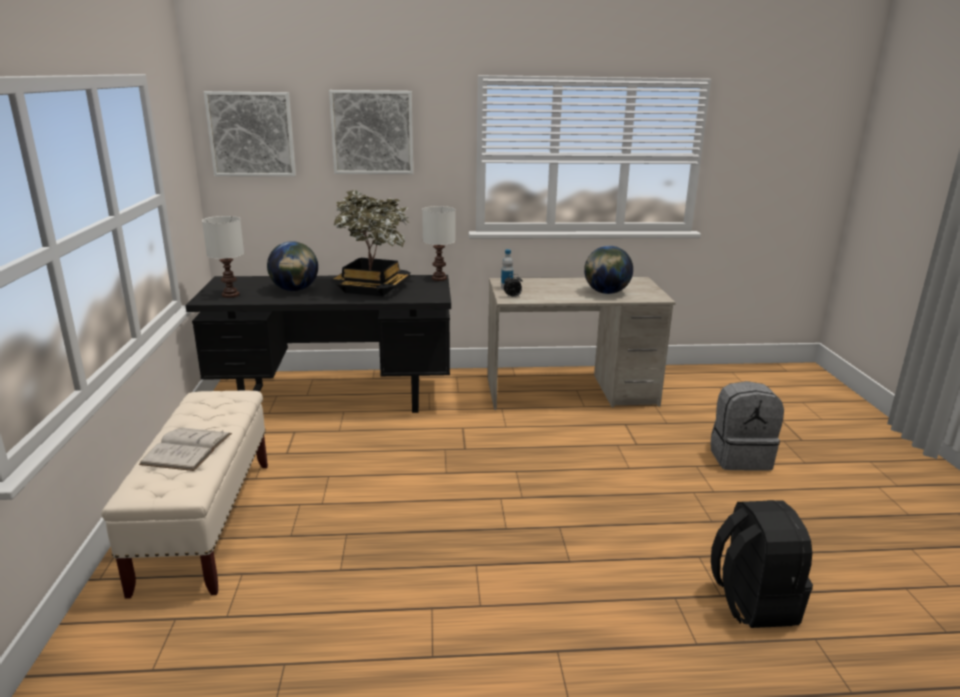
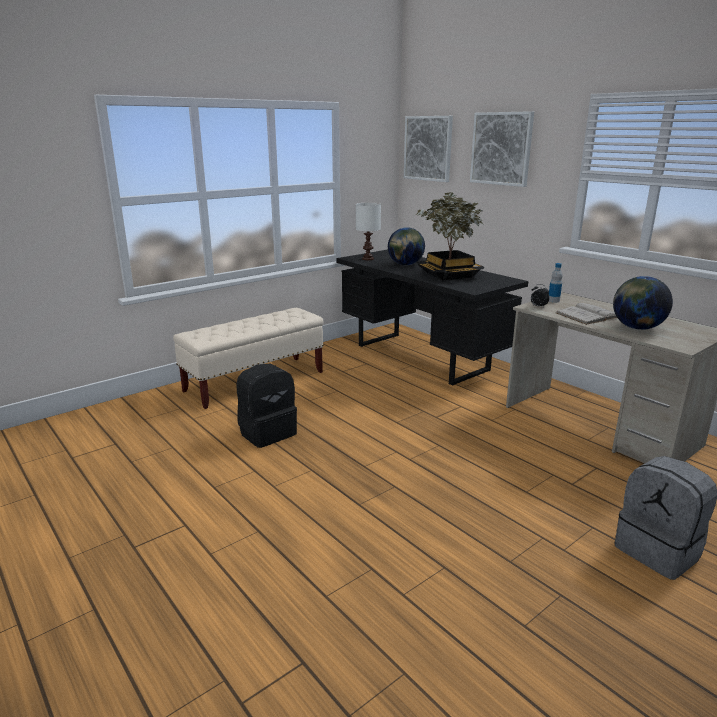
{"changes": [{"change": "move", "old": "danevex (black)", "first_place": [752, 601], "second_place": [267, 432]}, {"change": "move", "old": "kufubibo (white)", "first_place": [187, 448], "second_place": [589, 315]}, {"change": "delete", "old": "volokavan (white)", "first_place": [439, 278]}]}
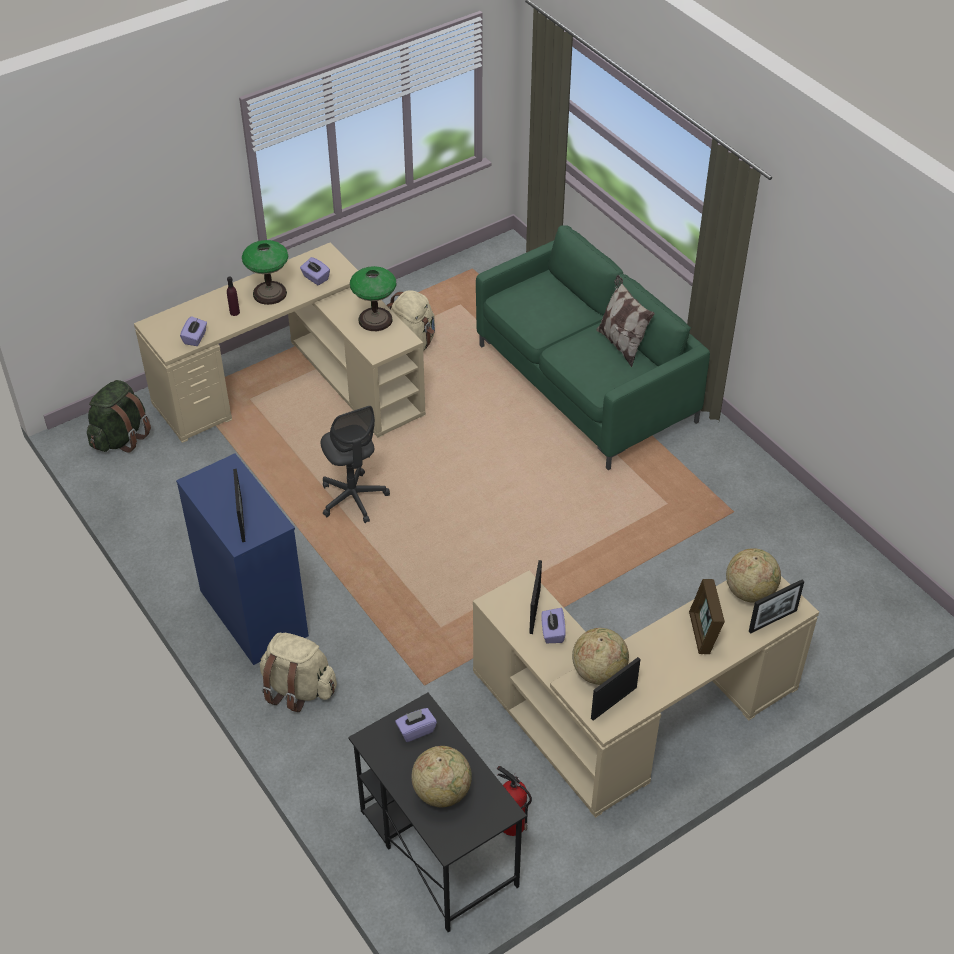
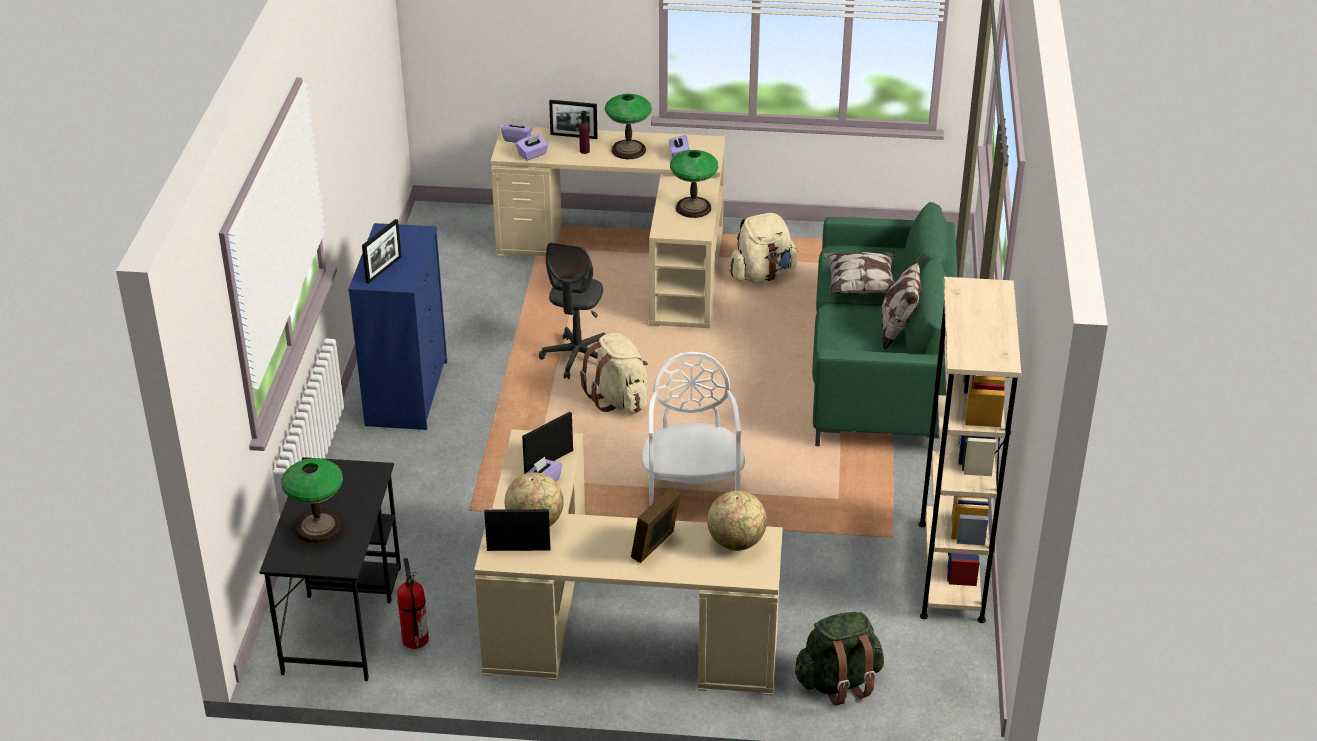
{"changes": [{"change": "replace", "old": "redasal", "new": "volokavan", "first_place": [442, 792], "second_place": [319, 527]}, {"change": "move", "old": "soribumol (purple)", "first_place": [416, 730], "second_place": [517, 139]}, {"change": "move", "old": "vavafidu", "first_place": [772, 621], "second_place": [573, 136]}, {"change": "move", "old": "danevex (beige)", "first_place": [298, 688], "second_place": [619, 399]}, {"change": "insert", "new": "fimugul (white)", "second_place": [692, 492]}, {"change": "move", "old": "danevex (green)", "first_place": [121, 437], "second_place": [838, 682]}, {"change": "insert", "new": "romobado", "second_place": [861, 286]}, {"change": "insert", "new": "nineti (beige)", "second_place": [951, 571]}]}
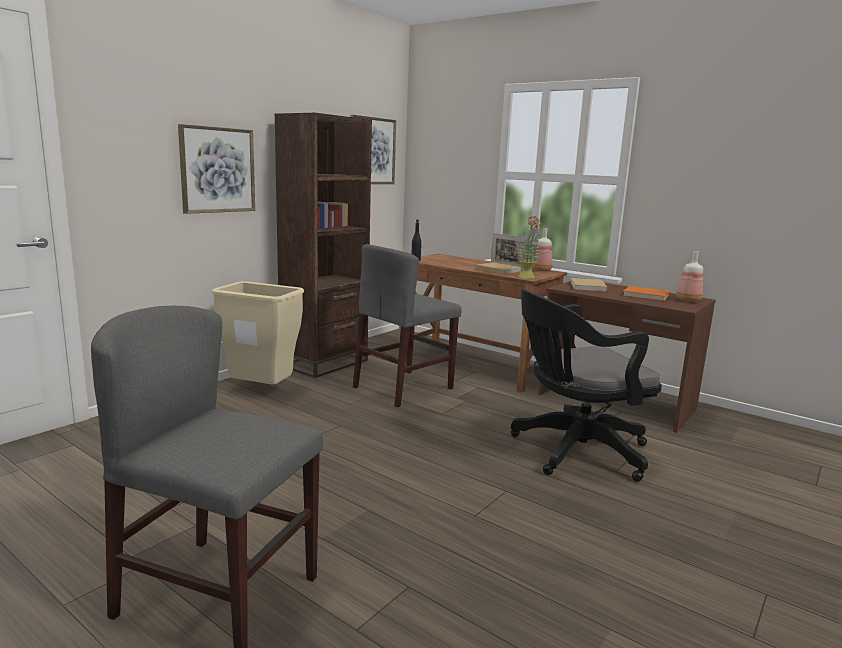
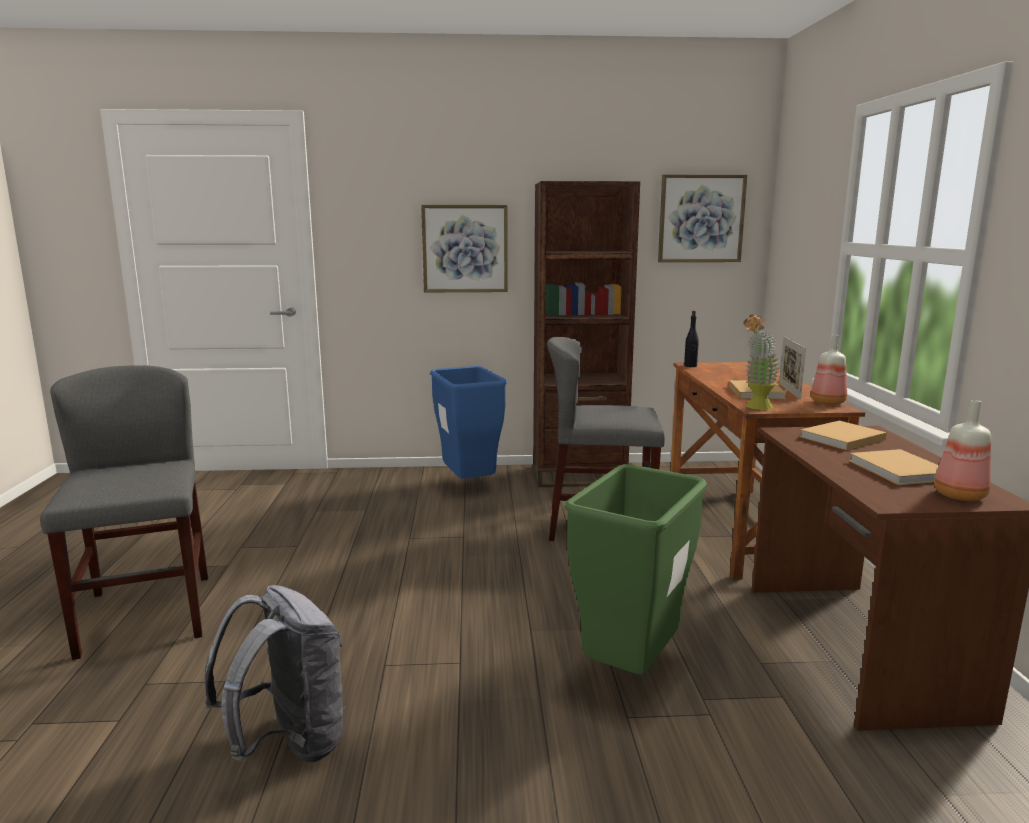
{"changes": [{"change": "insert", "new": "danevex (grey)", "second_place": [288, 744]}, {"change": "recolor", "old": "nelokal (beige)", "new": "nelokal (blue)", "first_place": [262, 392], "second_place": [469, 485]}, {"change": "replace", "old": "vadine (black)", "new": "nelokal (green)", "first_place": [574, 451], "second_place": [630, 669]}, {"change": "recolor", "old": "kufubibo (orange)", "new": "kufubibo (beige)", "first_place": [647, 295], "second_place": [900, 471]}]}
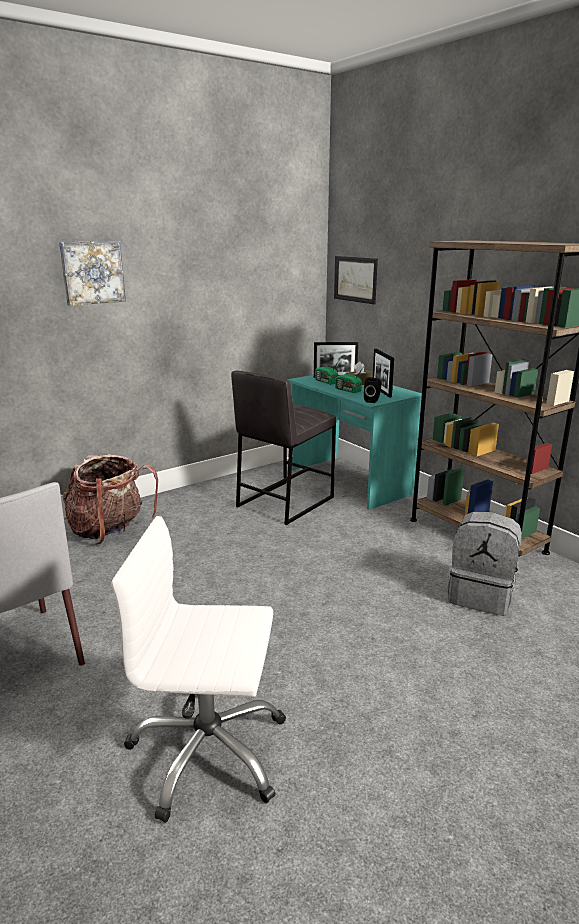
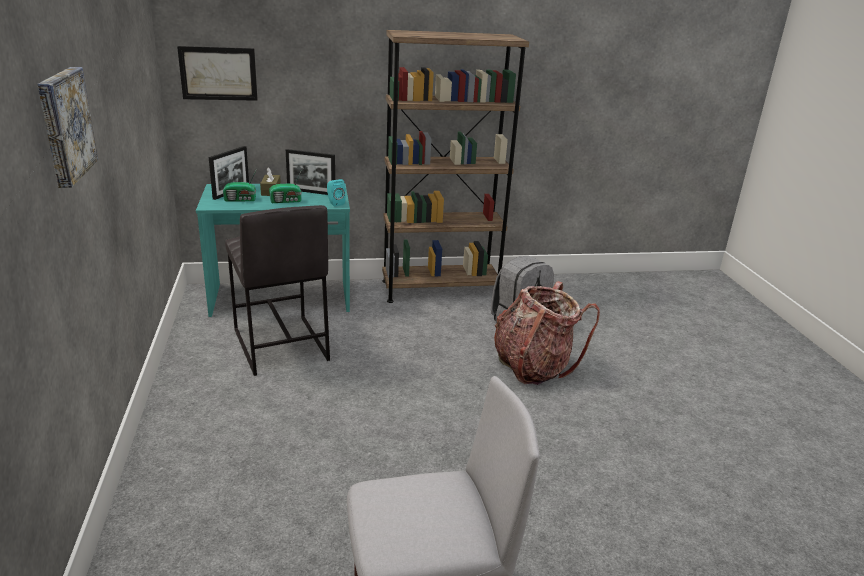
{"changes": [{"change": "recolor", "old": "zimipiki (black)", "new": "zimipiki (turquoise)", "first_place": [373, 401], "second_place": [335, 203]}, {"change": "move", "old": "danevex", "first_place": [110, 531], "second_place": [533, 366]}, {"change": "delete", "old": "vadine (white)", "first_place": [208, 752]}]}
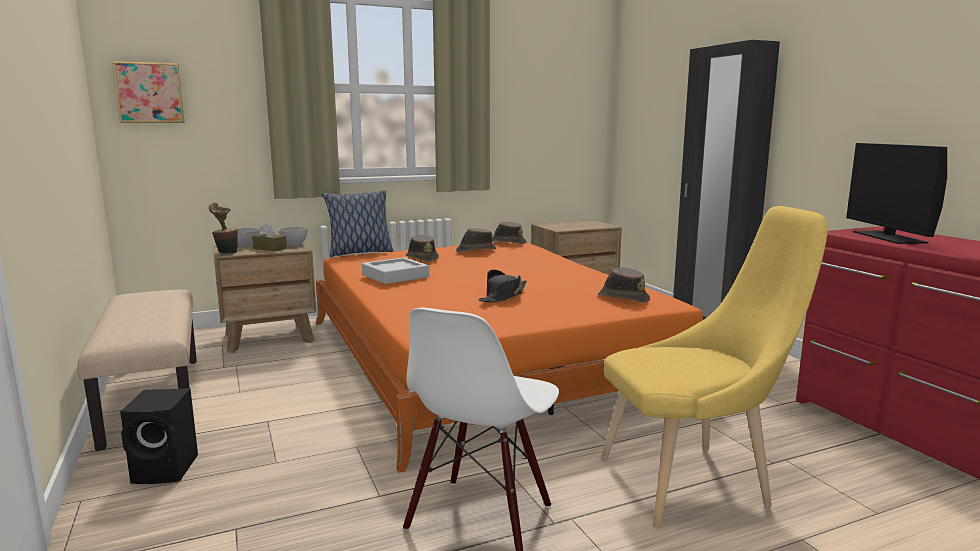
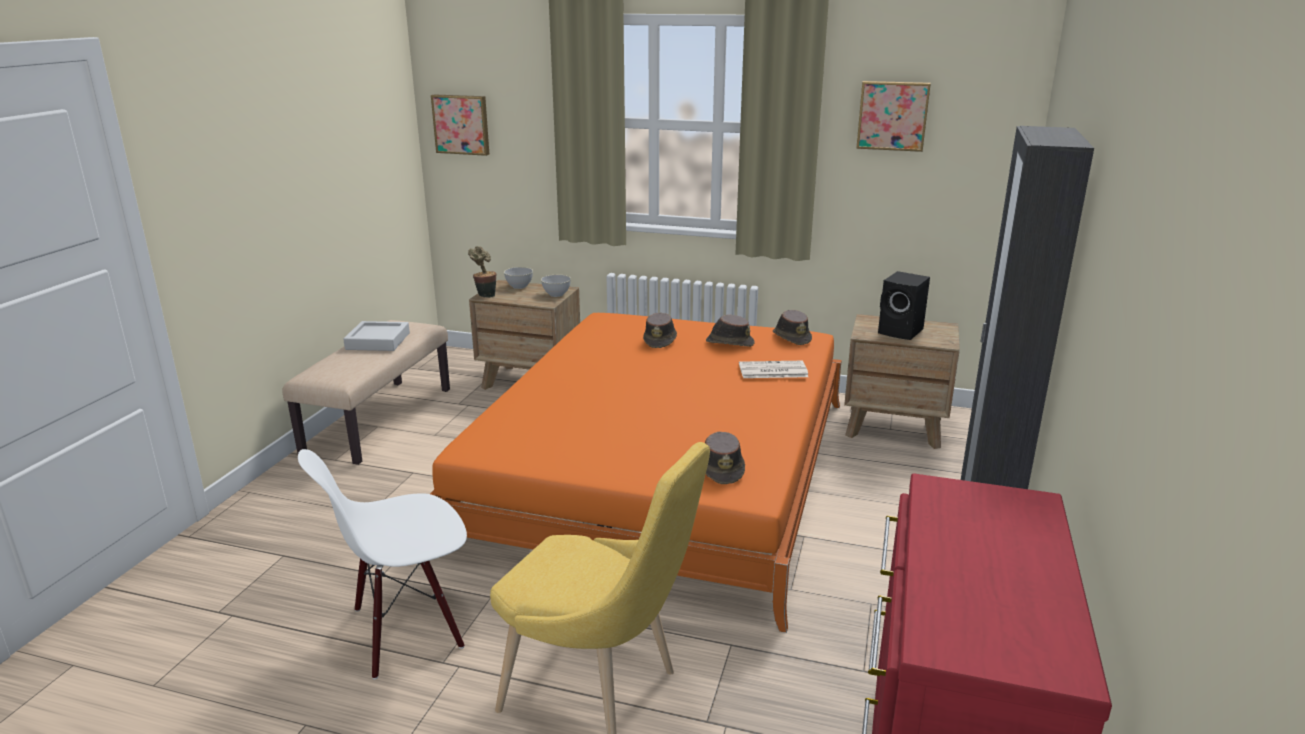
{"changes": [{"change": "move", "old": "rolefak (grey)", "first_place": [395, 276], "second_place": [378, 341]}, {"change": "insert", "new": "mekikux", "second_place": [772, 371]}, {"change": "insert", "new": "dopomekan", "second_place": [892, 115]}, {"change": "move", "old": "zimipiki (black)", "first_place": [167, 469], "second_place": [902, 332]}, {"change": "delete", "old": "soribumol (brown)", "first_place": [269, 248]}, {"change": "delete", "old": "romobado", "first_place": [359, 253]}, {"change": "delete", "old": "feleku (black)", "first_place": [503, 296]}, {"change": "delete", "old": "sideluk", "first_place": [888, 237]}]}
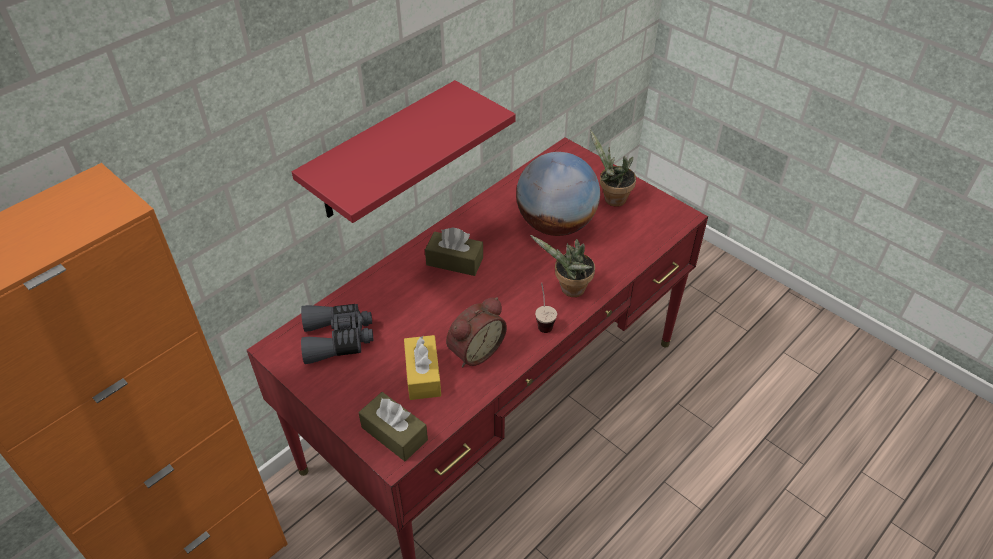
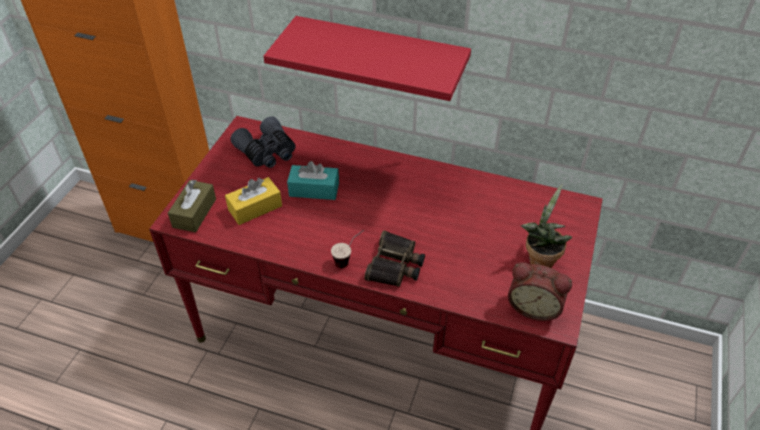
{"changes": [{"change": "insert", "new": "soribumol (turquoise)", "second_place": [314, 189]}, {"change": "replace", "old": "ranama", "new": "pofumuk", "first_place": [569, 290], "second_place": [395, 265]}, {"change": "move", "old": "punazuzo", "first_place": [474, 350], "second_place": [534, 306]}, {"change": "delete", "old": "soribumol (brown)", "first_place": [454, 261]}, {"change": "delete", "old": "redasal", "first_place": [555, 225]}]}
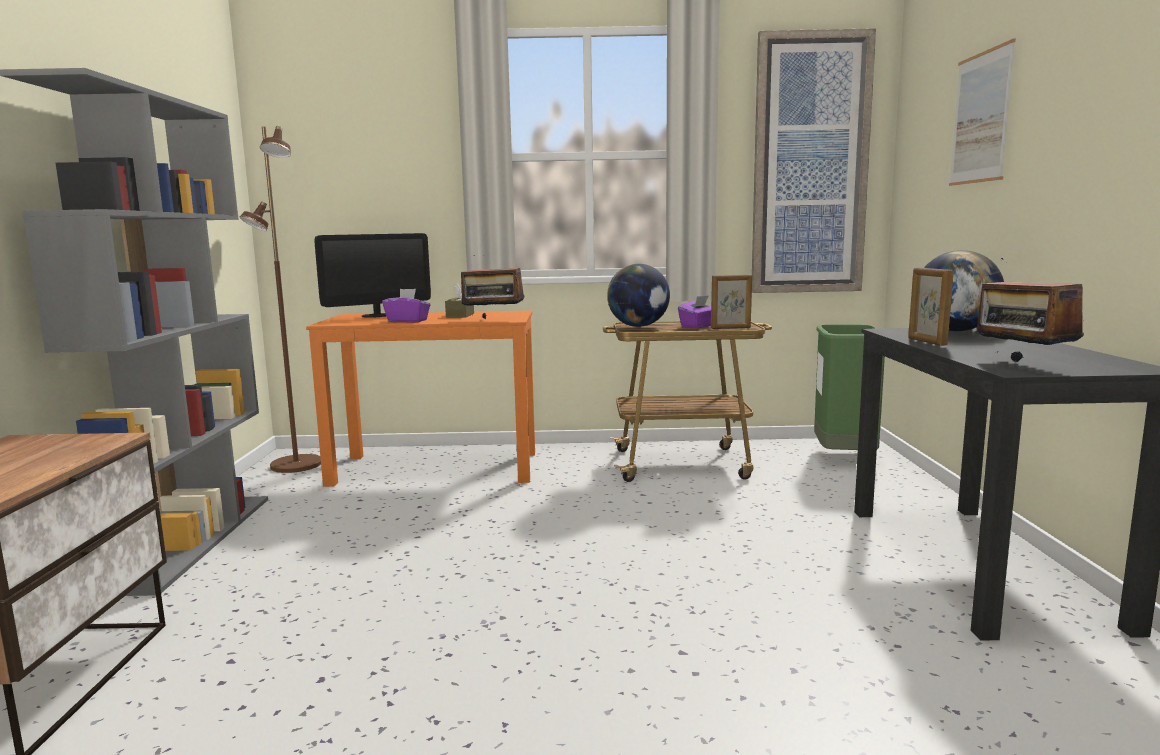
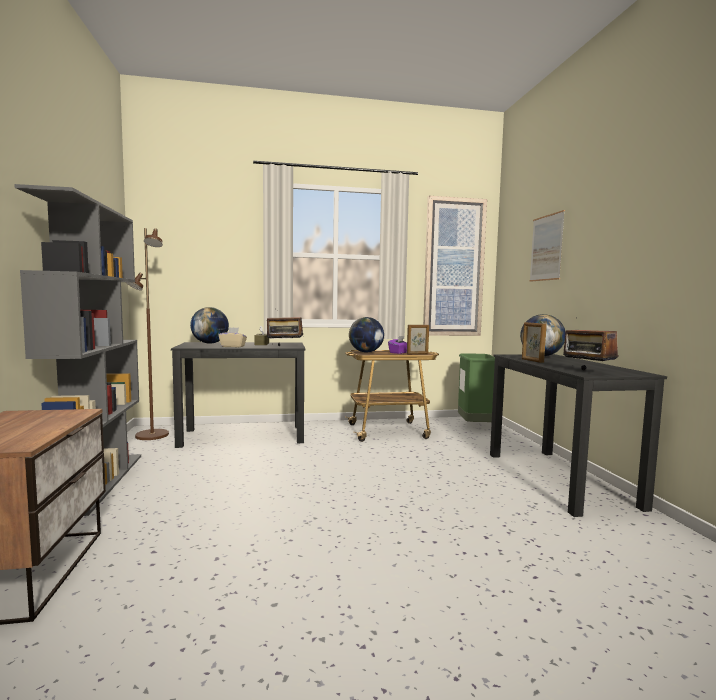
{"changes": [{"change": "recolor", "old": "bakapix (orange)", "new": "bakapix (black)", "first_place": [436, 468], "second_place": [244, 436]}, {"change": "replace", "old": "sideluk", "new": "redasal", "first_place": [377, 315], "second_place": [210, 343]}, {"change": "recolor", "old": "soribumol (purple)", "new": "soribumol (beige)", "first_place": [407, 321], "second_place": [233, 346]}]}
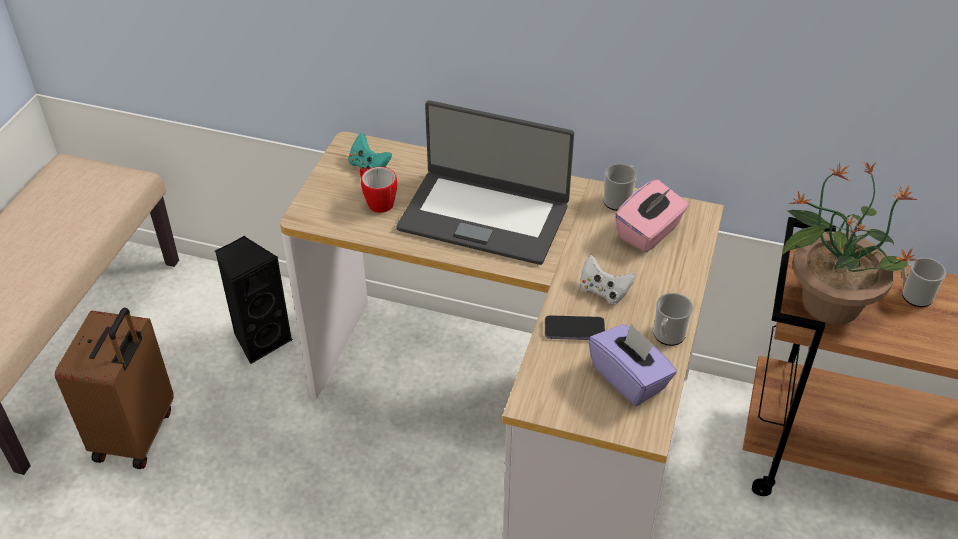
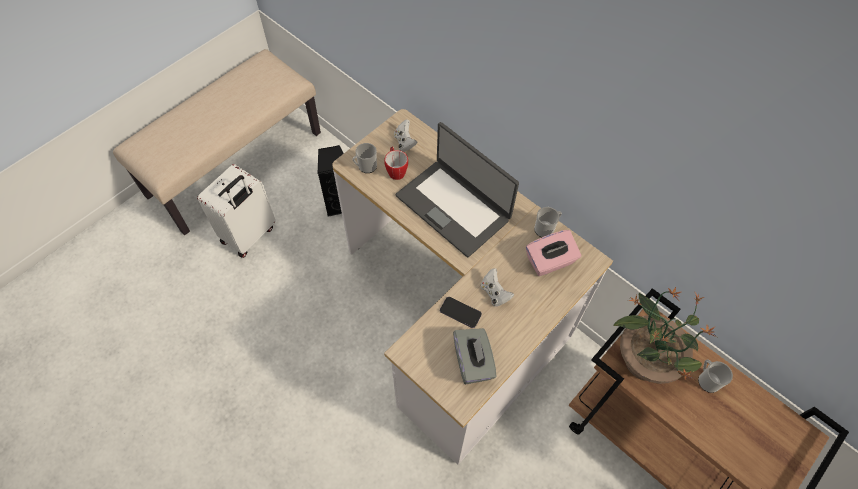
{"changes": [{"change": "recolor", "old": "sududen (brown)", "new": "sududen (white)", "first_place": [137, 434], "second_place": [249, 235]}, {"change": "move", "old": "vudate", "first_place": [667, 336], "second_place": [365, 167]}, {"change": "recolor", "old": "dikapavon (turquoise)", "new": "dikapavon (white)", "first_place": [369, 167], "second_place": [405, 142]}, {"change": "recolor", "old": "soribumol (purple)", "new": "soribumol (grey)", "first_place": [629, 378], "second_place": [473, 362]}]}
